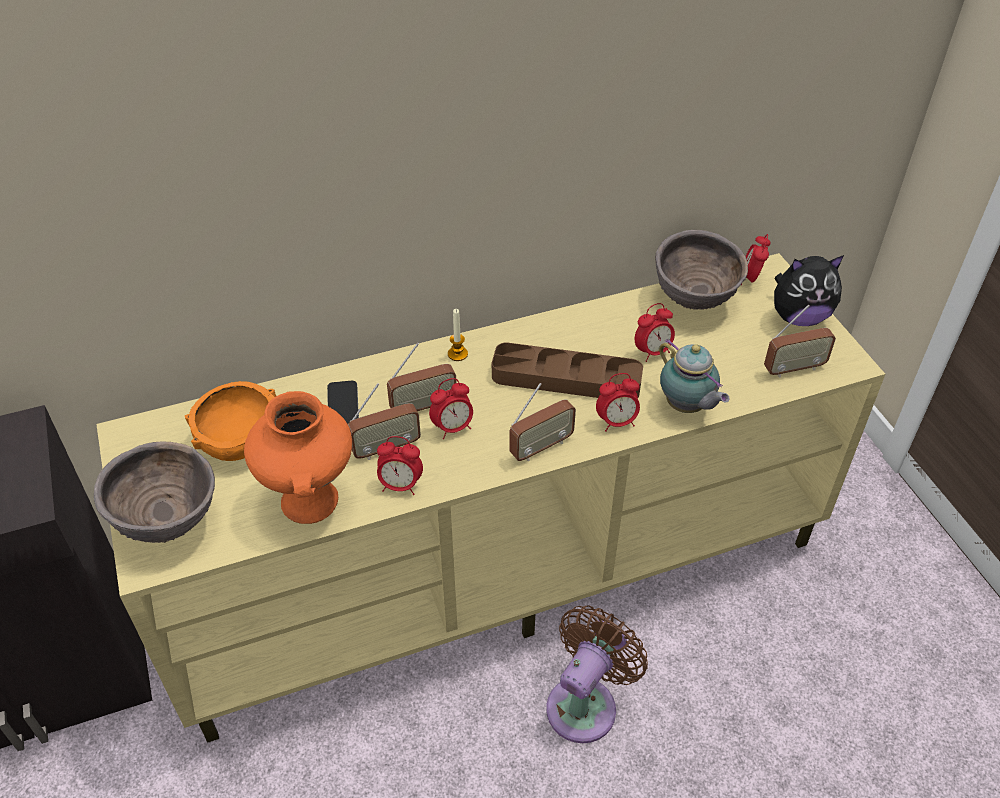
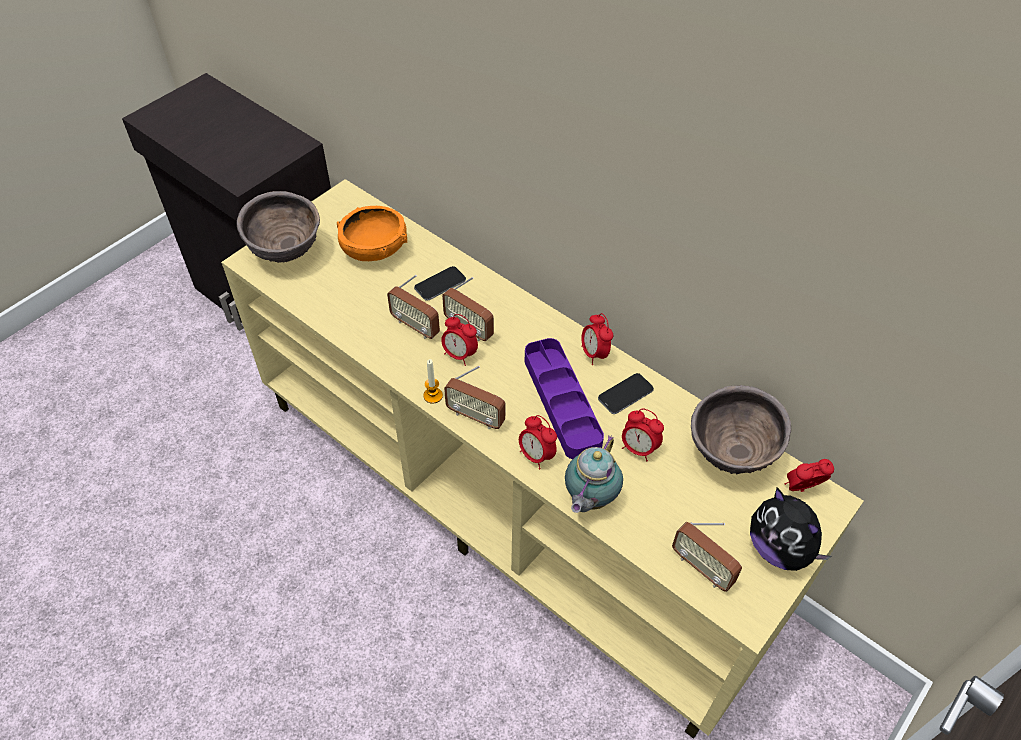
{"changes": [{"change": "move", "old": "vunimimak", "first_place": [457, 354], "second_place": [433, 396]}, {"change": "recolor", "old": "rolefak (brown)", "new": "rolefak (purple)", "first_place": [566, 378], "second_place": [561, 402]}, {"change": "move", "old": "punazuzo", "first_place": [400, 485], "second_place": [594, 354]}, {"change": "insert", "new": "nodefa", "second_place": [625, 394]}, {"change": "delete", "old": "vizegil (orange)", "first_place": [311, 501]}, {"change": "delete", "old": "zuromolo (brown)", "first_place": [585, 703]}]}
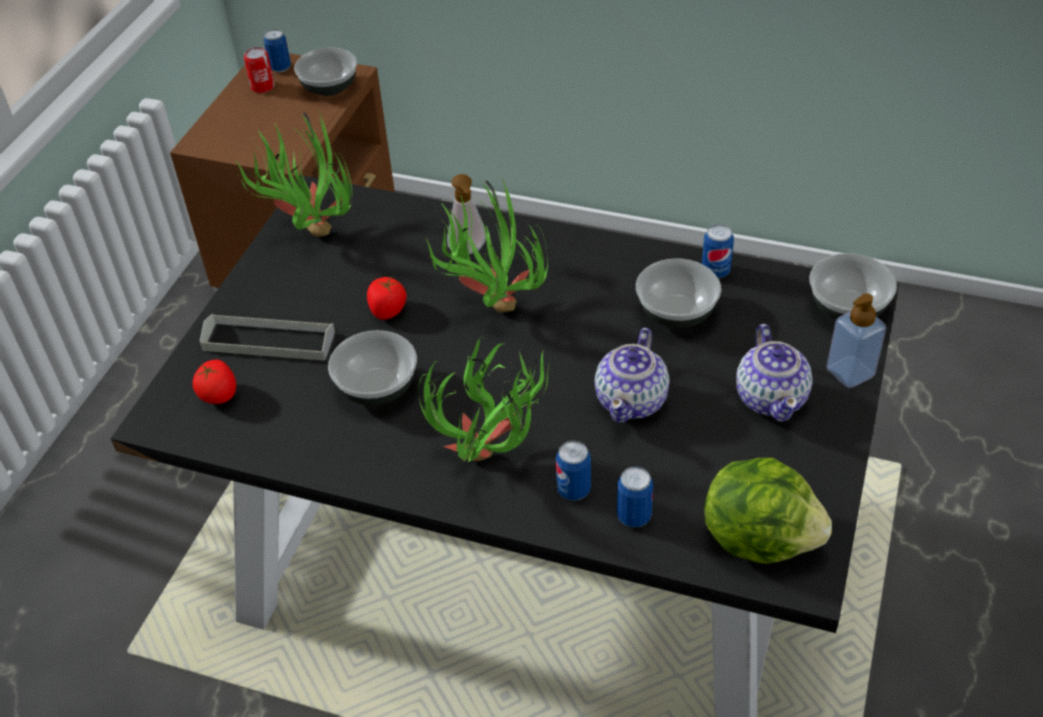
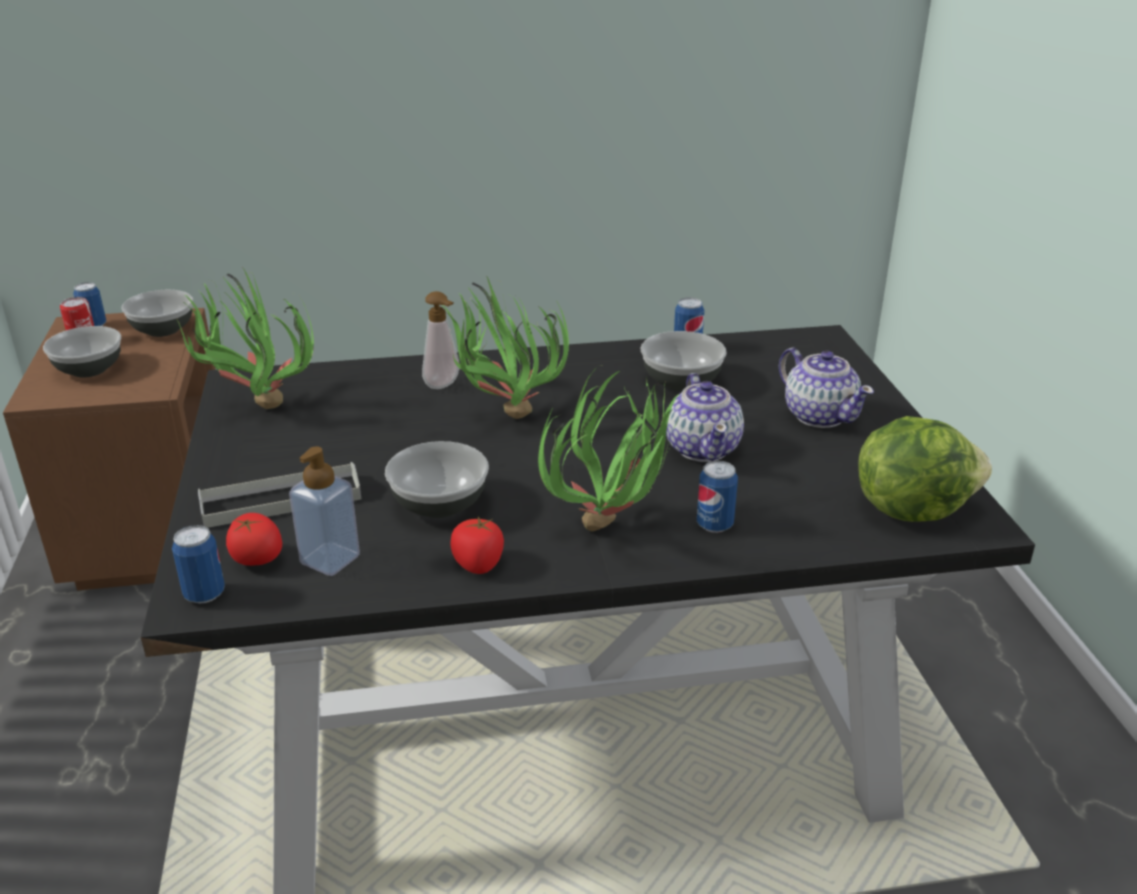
{"changes": [{"change": "move", "old": "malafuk", "first_place": [846, 308], "second_place": [88, 370]}, {"change": "move", "old": "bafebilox", "first_place": [634, 516], "second_place": [204, 594]}, {"change": "move", "old": "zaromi", "first_place": [850, 372], "second_place": [330, 560]}, {"change": "move", "old": "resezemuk", "first_place": [387, 310], "second_place": [478, 564]}]}
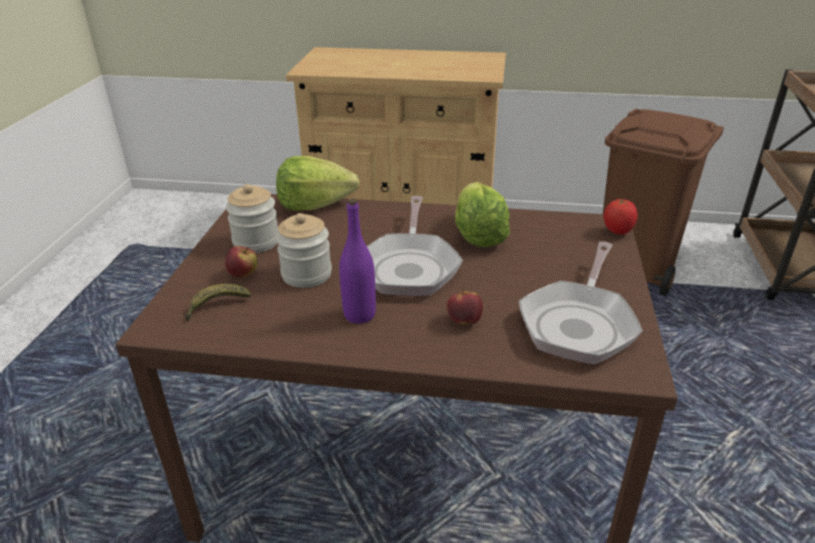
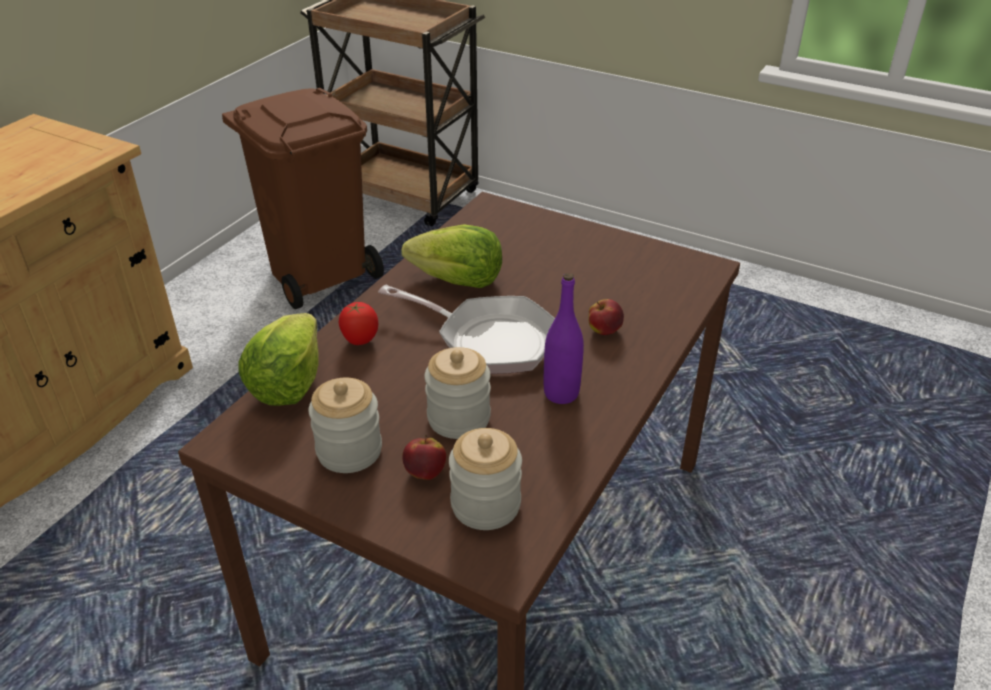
{"changes": [{"change": "move", "old": "resezemuk", "first_place": [617, 232], "second_place": [360, 341]}, {"change": "replace", "old": "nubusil", "new": "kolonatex", "first_place": [217, 306], "second_place": [485, 504]}, {"change": "delete", "old": "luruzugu", "first_place": [579, 323]}]}
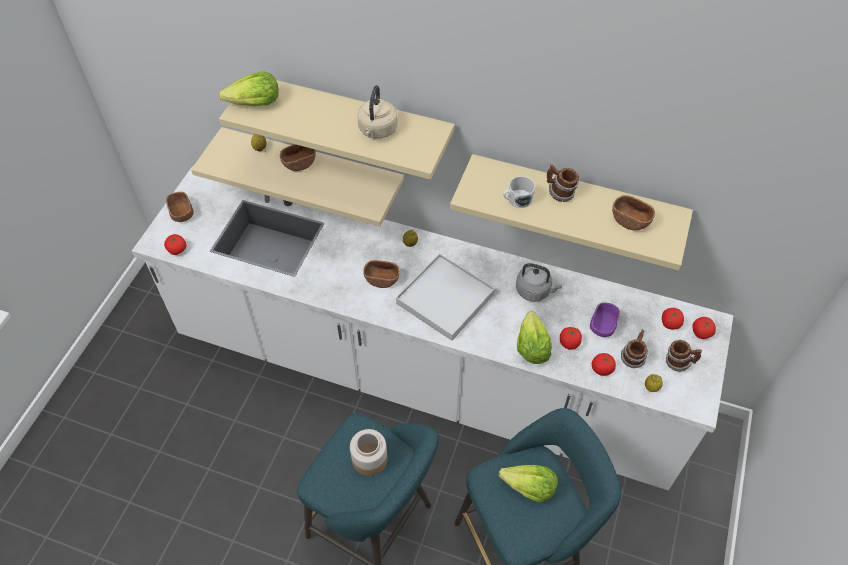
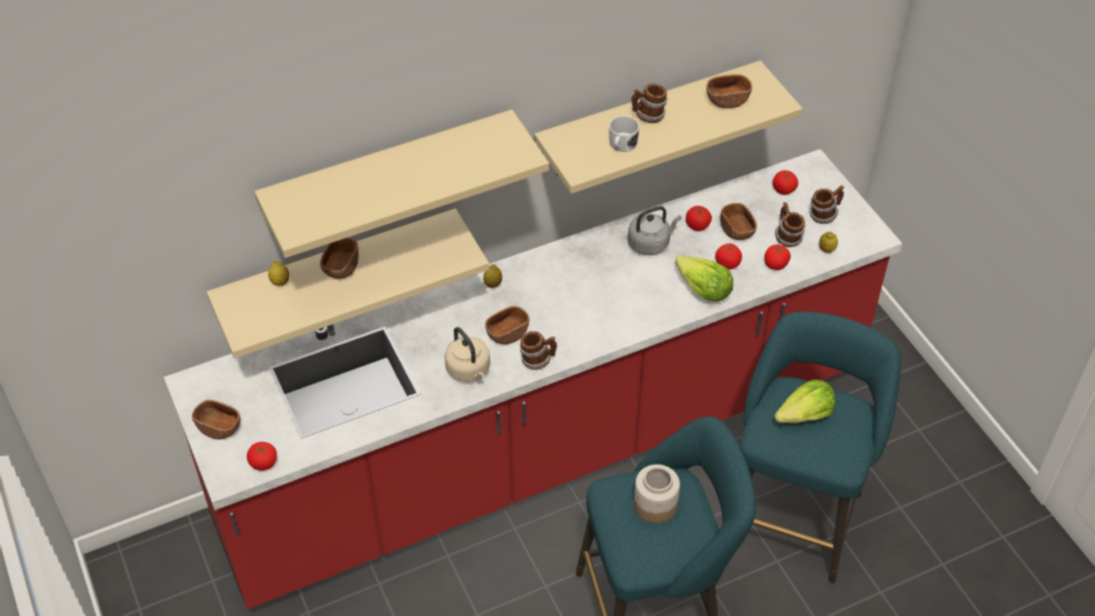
{"changes": [{"change": "recolor", "old": "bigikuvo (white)", "new": "bigikuvo (red)", "first_place": [424, 377], "second_place": [547, 448]}, {"change": "move", "old": "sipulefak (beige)", "first_place": [377, 131], "second_place": [469, 370]}, {"change": "insert", "new": "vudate", "second_place": [538, 360]}, {"change": "move", "old": "resezemuk", "first_place": [701, 333], "second_place": [697, 225]}, {"change": "recolor", "old": "malafuk (purple)", "new": "malafuk (brown)", "first_place": [602, 326], "second_place": [737, 231]}, {"change": "delete", "old": "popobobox", "first_place": [254, 104]}, {"change": "delete", "old": "rolefak (white)", "first_place": [445, 299]}]}
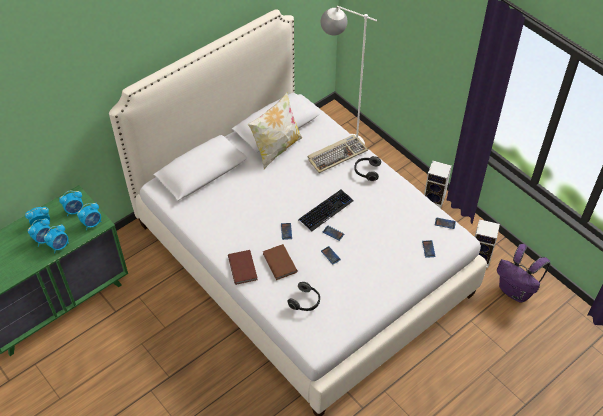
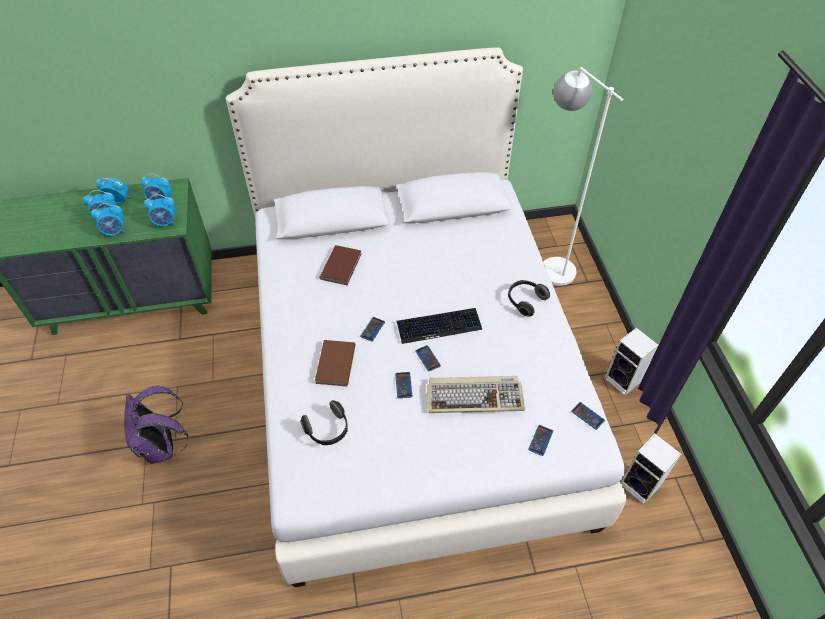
{"changes": [{"change": "move", "old": "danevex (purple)", "first_place": [516, 291], "second_place": [163, 447]}, {"change": "move", "old": "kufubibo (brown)", "first_place": [243, 267], "second_place": [342, 266]}, {"change": "move", "old": "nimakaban", "first_place": [337, 155], "second_place": [475, 396]}, {"change": "delete", "old": "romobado", "first_place": [276, 149]}]}
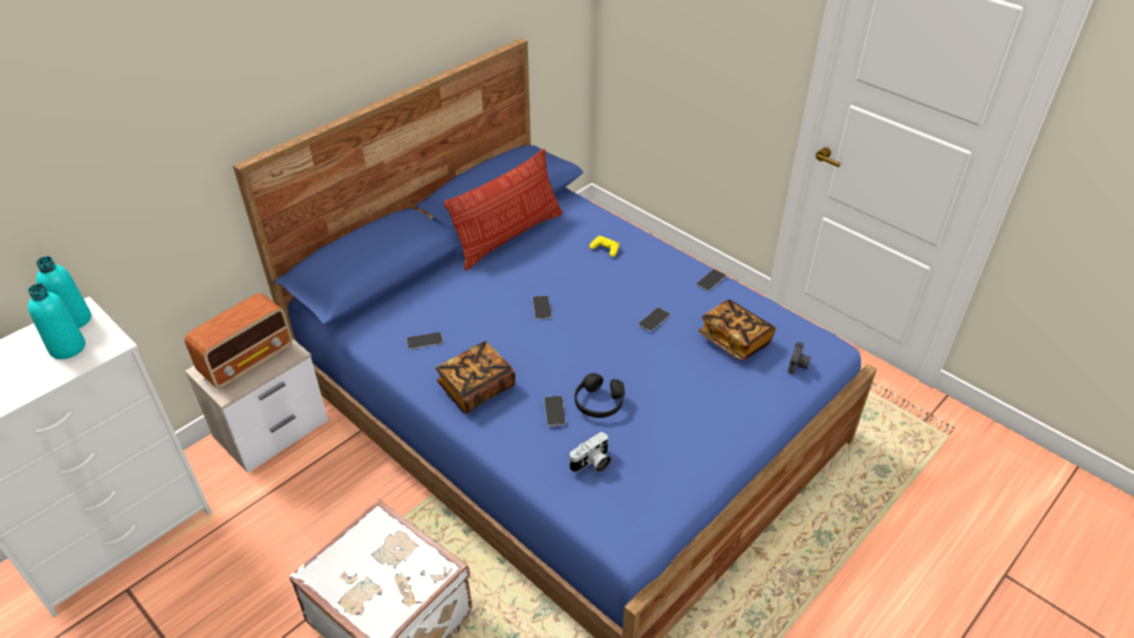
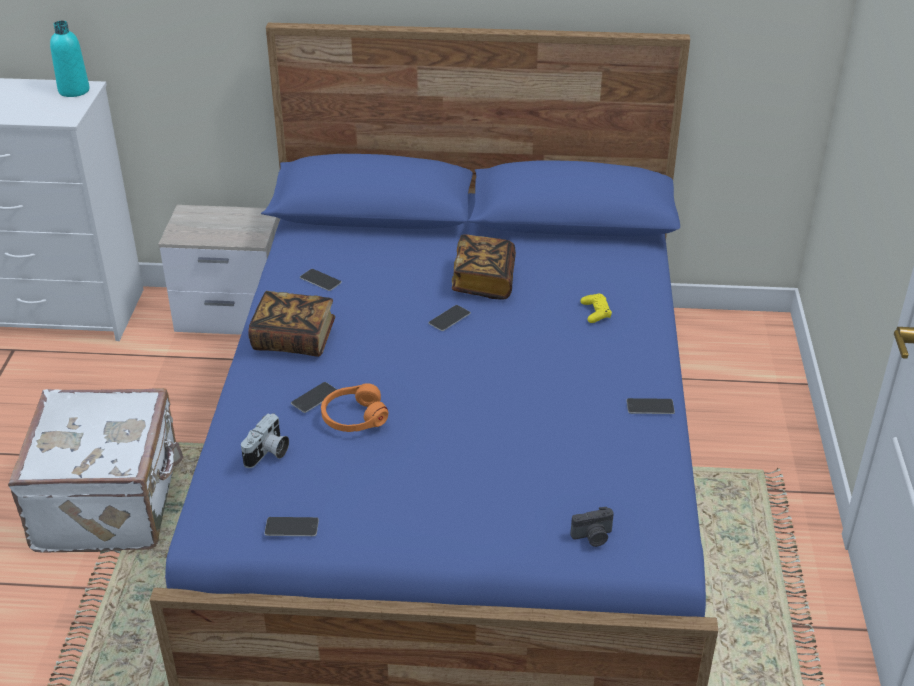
{"changes": [{"change": "rotate", "old": "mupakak", "first_place": [592, 463], "second_place": [268, 453], "degrees": -75}, {"change": "move", "old": "nodefa", "first_place": [654, 319], "second_place": [291, 527]}, {"change": "recolor", "old": "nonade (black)", "new": "nonade (orange)", "first_place": [599, 402], "second_place": [354, 417]}, {"change": "move", "old": "kufubibo", "first_place": [734, 340], "second_place": [483, 281]}, {"change": "delete", "old": "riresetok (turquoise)", "first_place": [68, 348]}, {"change": "delete", "old": "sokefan", "first_place": [248, 360]}, {"change": "delete", "old": "romobado", "first_place": [508, 237]}]}
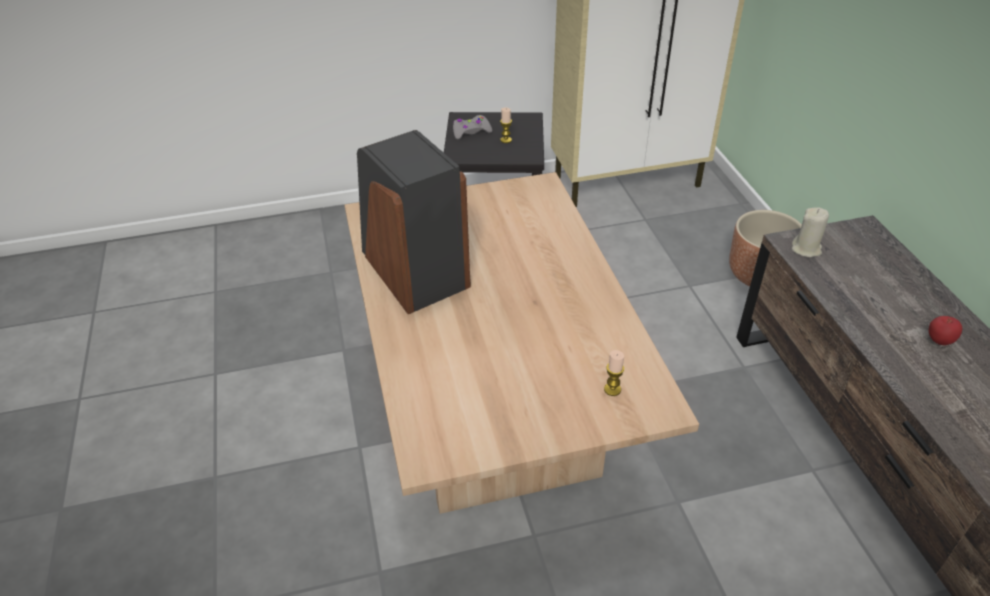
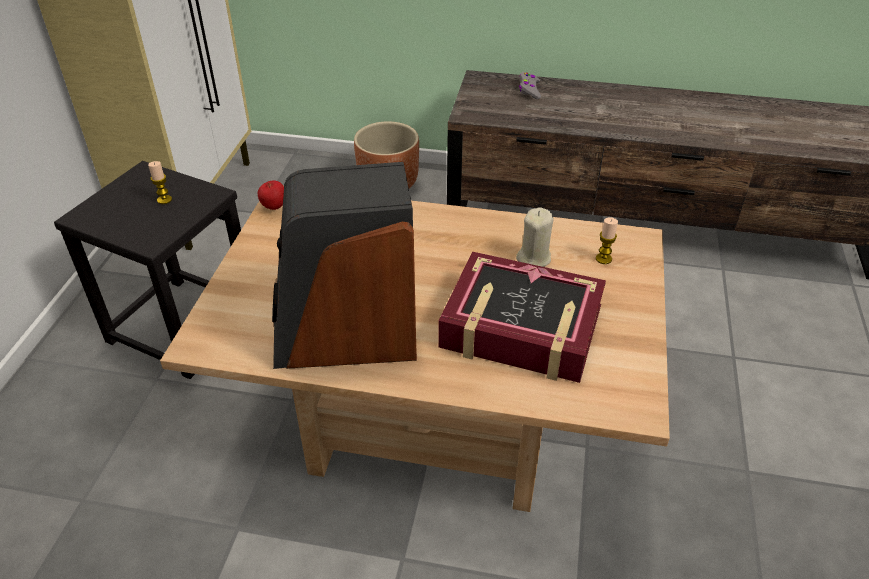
{"changes": [{"change": "move", "old": "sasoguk", "first_place": [939, 341], "second_place": [274, 207]}, {"change": "insert", "new": "kufubibo", "second_place": [521, 328]}, {"change": "move", "old": "vunimimak (beige)", "first_place": [806, 249], "second_place": [534, 258]}, {"change": "move", "old": "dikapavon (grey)", "first_place": [471, 132], "second_place": [529, 90]}]}
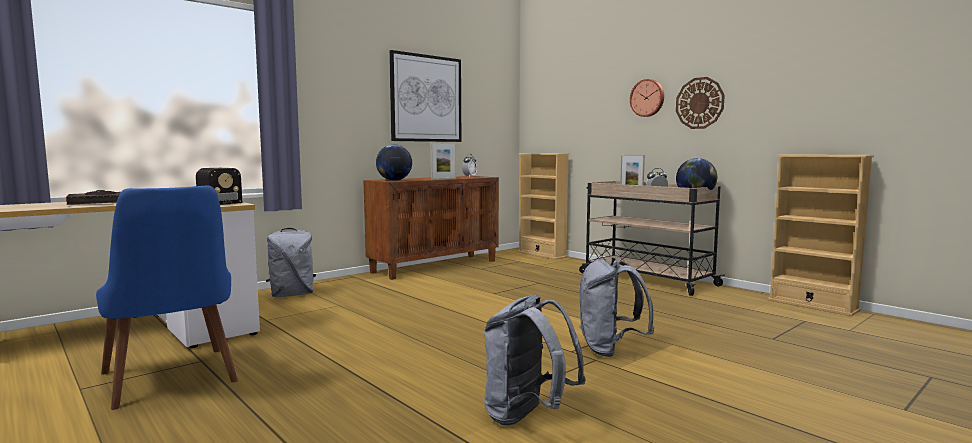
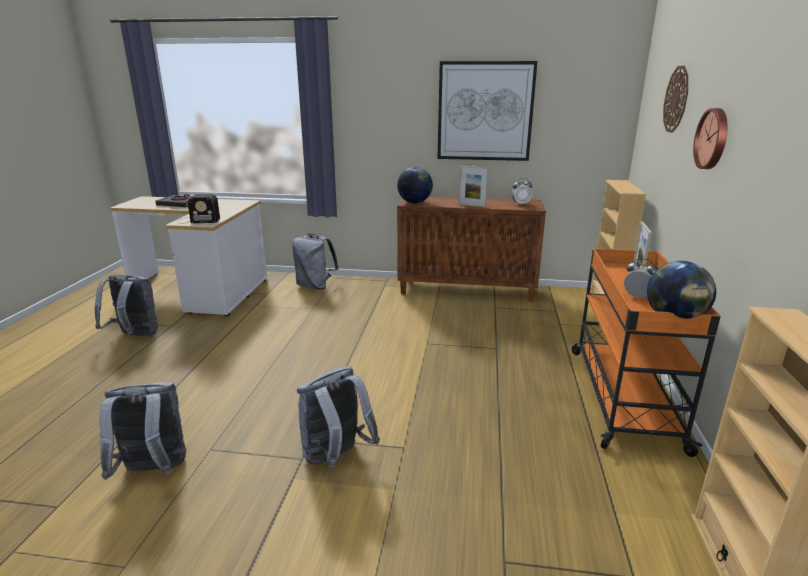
{"changes": [{"change": "replace", "old": "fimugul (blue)", "new": "danevex (grey)", "first_place": [174, 382], "second_place": [134, 336]}, {"change": "recolor", "old": "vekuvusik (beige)", "new": "vekuvusik (orange)", "first_place": [645, 279], "second_place": [623, 395]}, {"change": "move", "old": "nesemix", "first_place": [699, 103], "second_place": [676, 99]}]}
